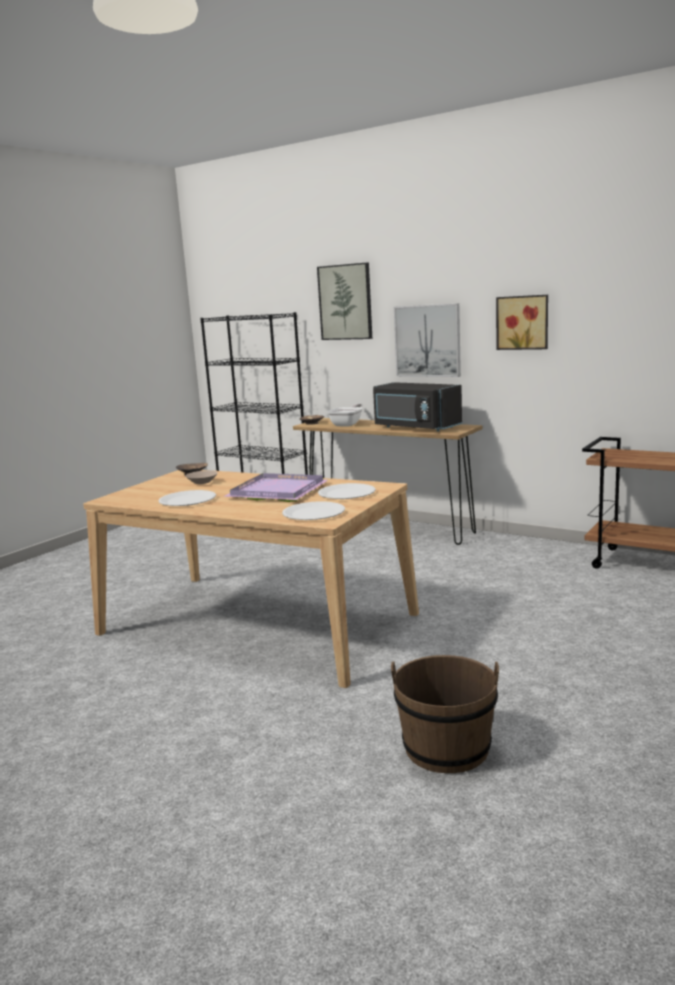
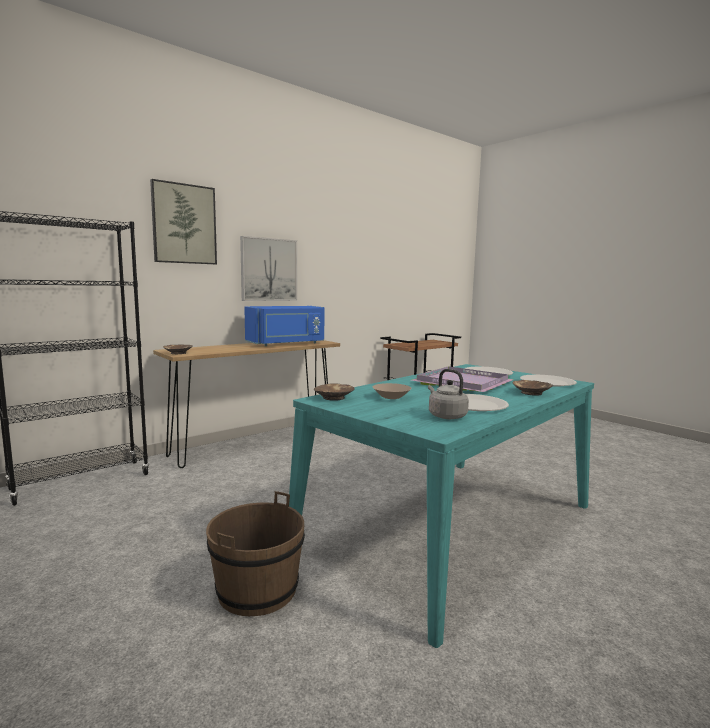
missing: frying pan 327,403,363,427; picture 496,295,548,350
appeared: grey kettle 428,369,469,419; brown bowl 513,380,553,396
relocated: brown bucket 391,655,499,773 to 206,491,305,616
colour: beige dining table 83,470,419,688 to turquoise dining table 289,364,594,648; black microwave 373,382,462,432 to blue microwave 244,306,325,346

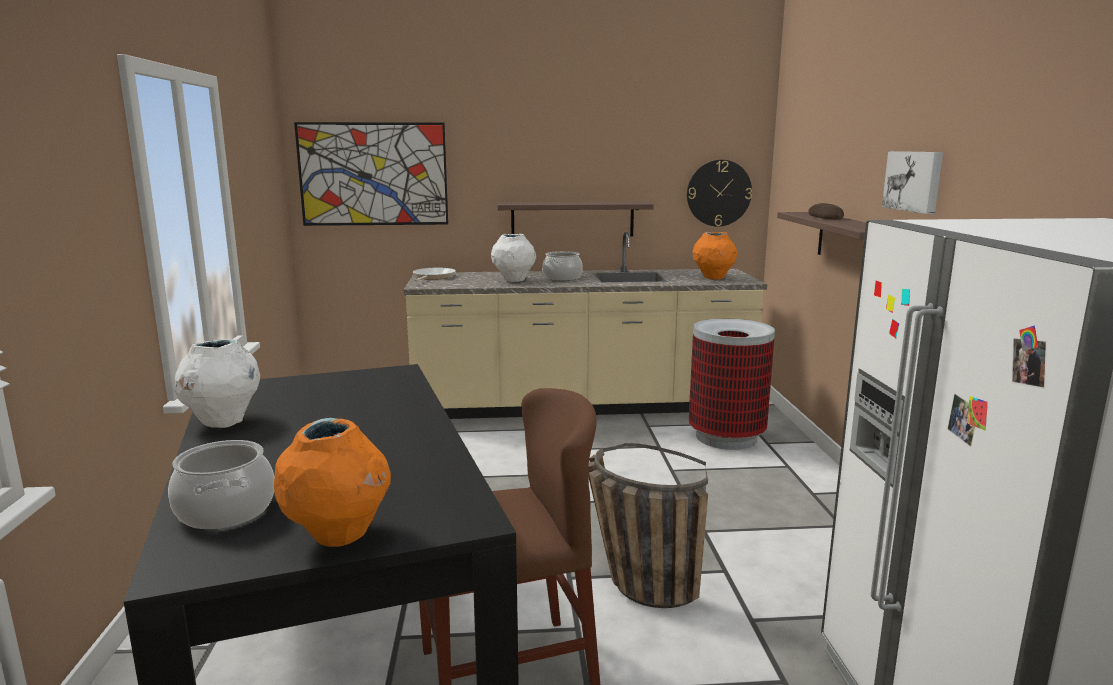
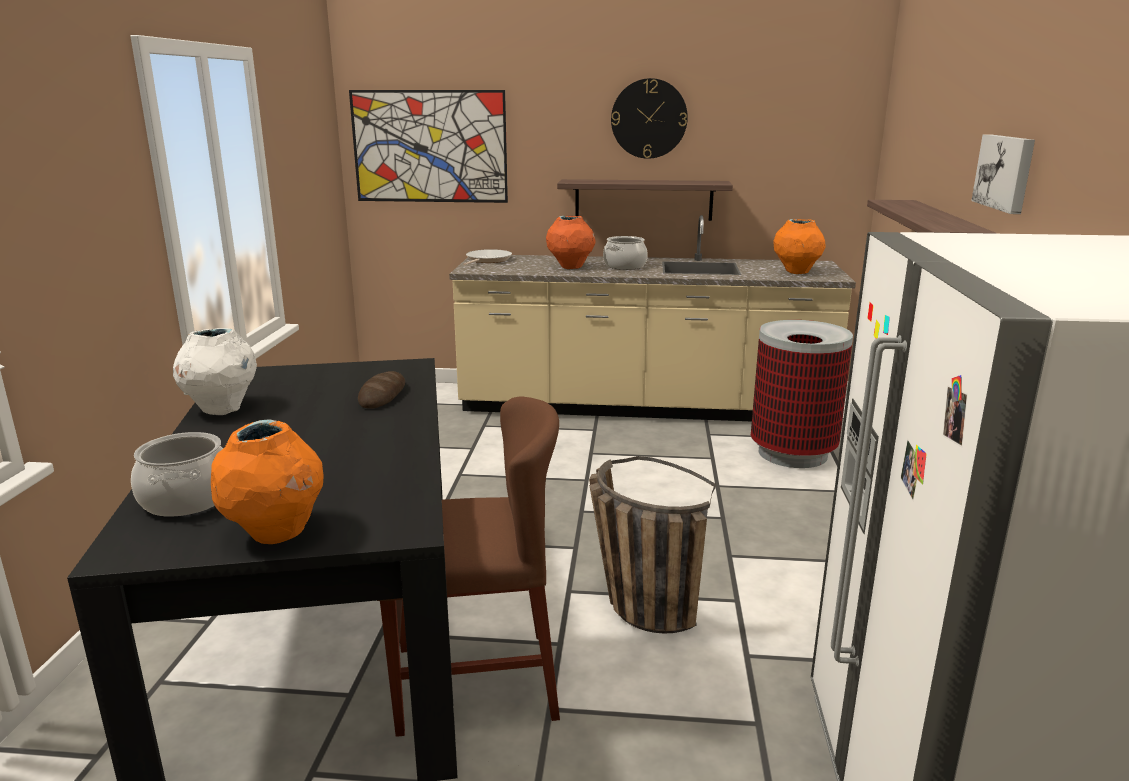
relocated: wall clock 687,160,752,227 to 611,78,688,159; bread 808,203,844,219 to 358,371,405,409
colour: white vase 491,234,536,282 to orange vase 546,216,595,269

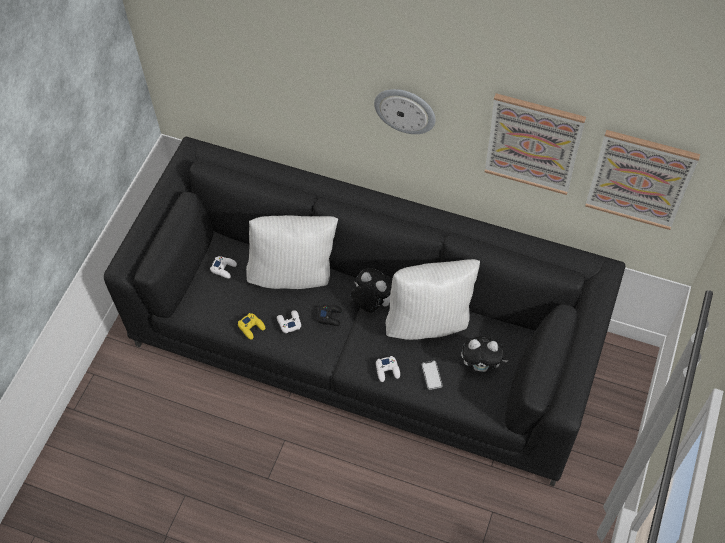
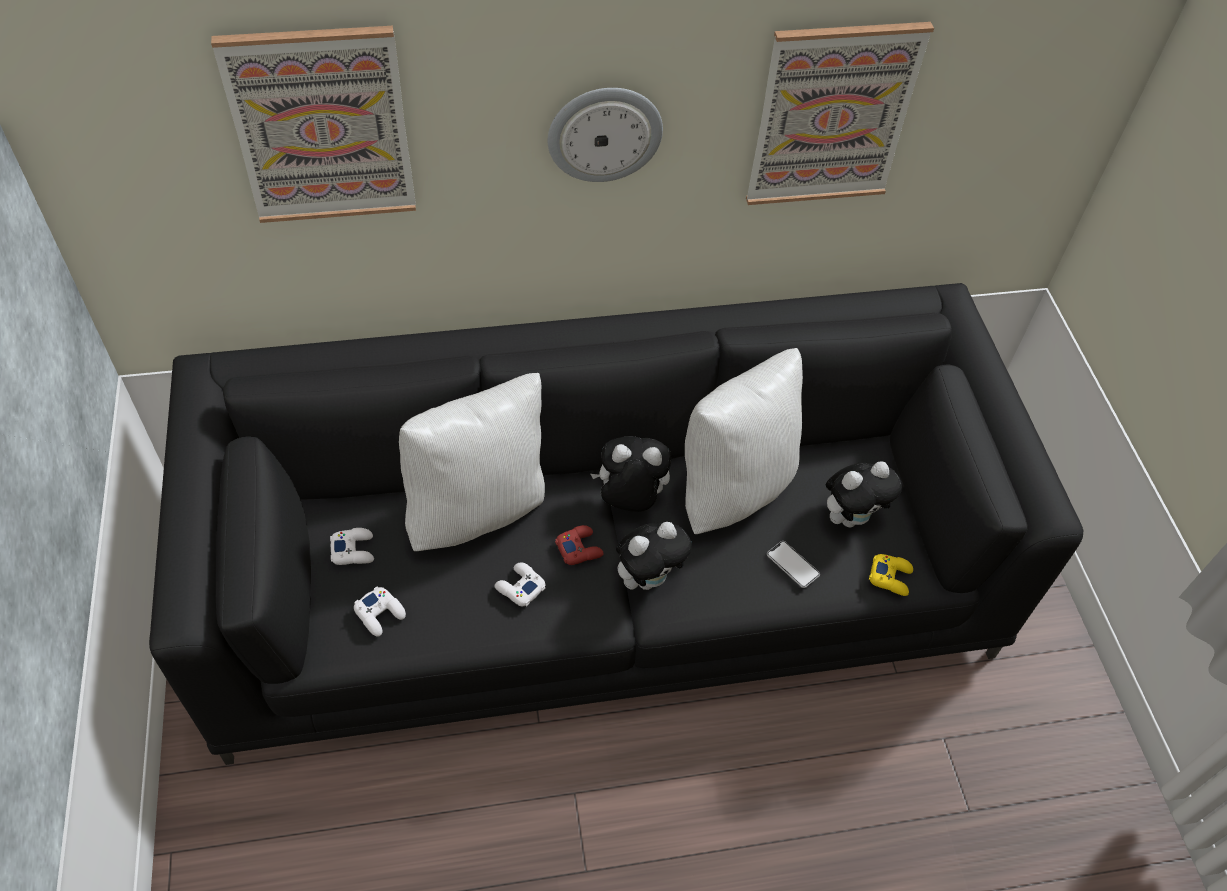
appeared: plush toy 616,522,692,590
relocated: yellow game controller 238,313,265,339 to 869,554,913,596; white game controller 376,356,400,382 to 354,586,406,637; picture 585,130,700,230 to 211,26,416,223
colour: black game controller 317,305,342,326 to red game controller 555,525,604,565

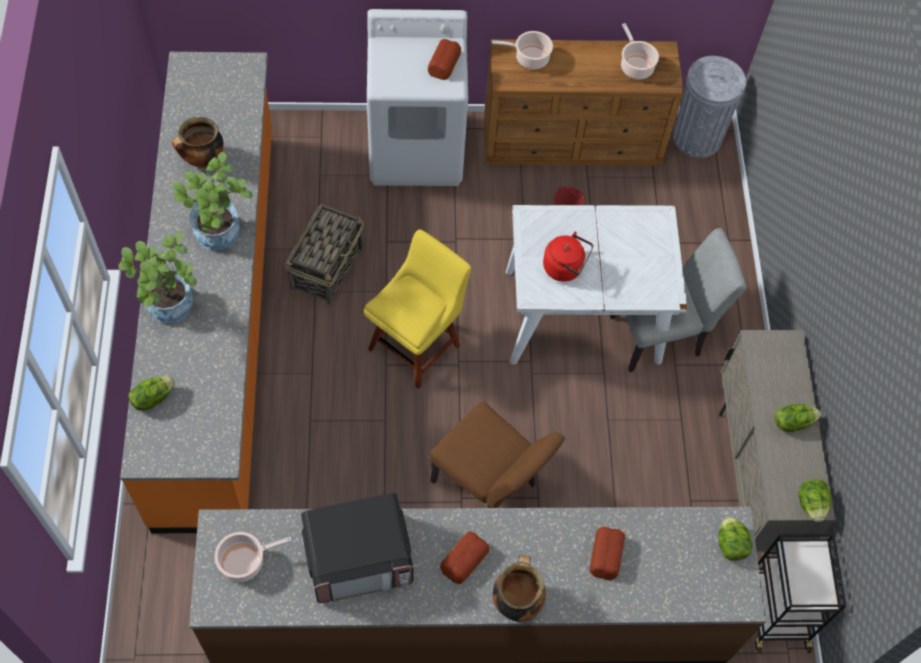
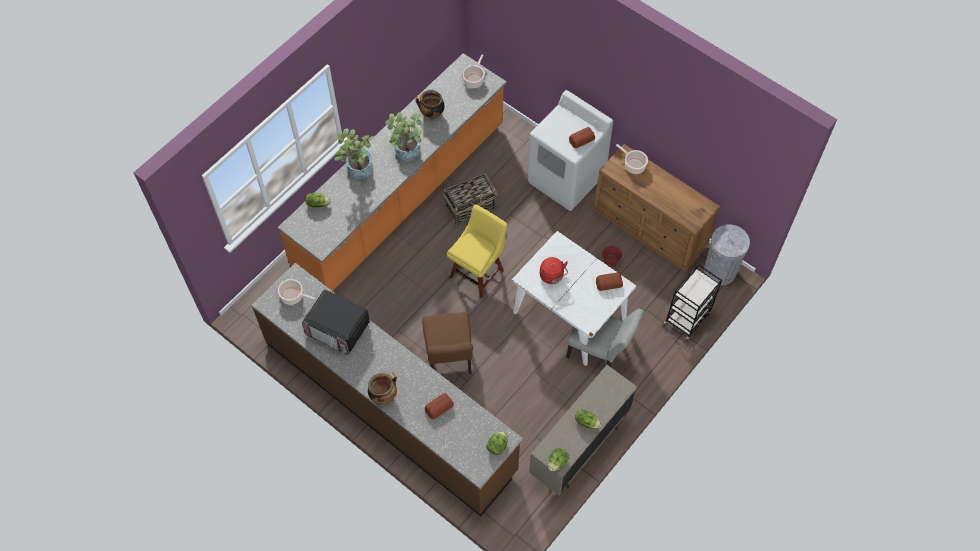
relocated: bread 440,531,489,584 to 596,273,623,291; cooking pot 621,23,659,80 to 462,54,485,88; black cart 755,534,846,654 to 662,264,722,343
spun: yellow chair 364,229,471,389 = 447,205,507,298 45 degrees counterclockwise

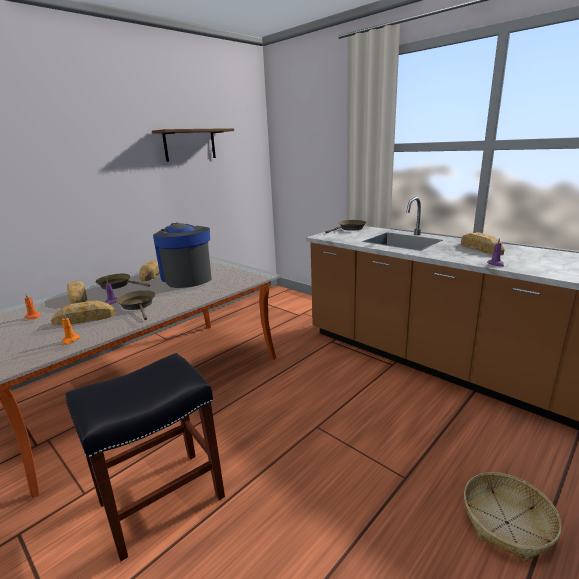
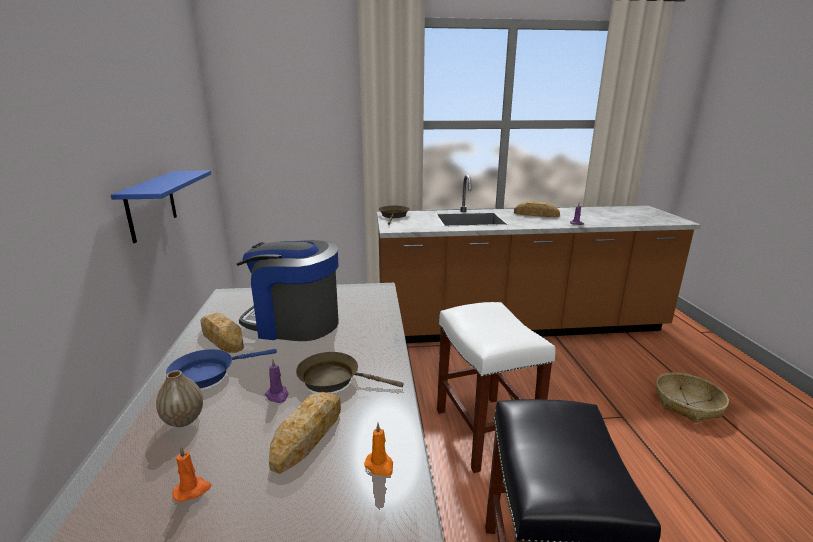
missing: brown shelf 152,128,234,162
appeared: blue shelf 111,170,211,243; white stool 437,302,556,473
exchanged: bread 67,281,87,304 to vase 156,370,203,427
colour: brown frying pan 96,274,150,289 to blue frying pan 166,349,277,389

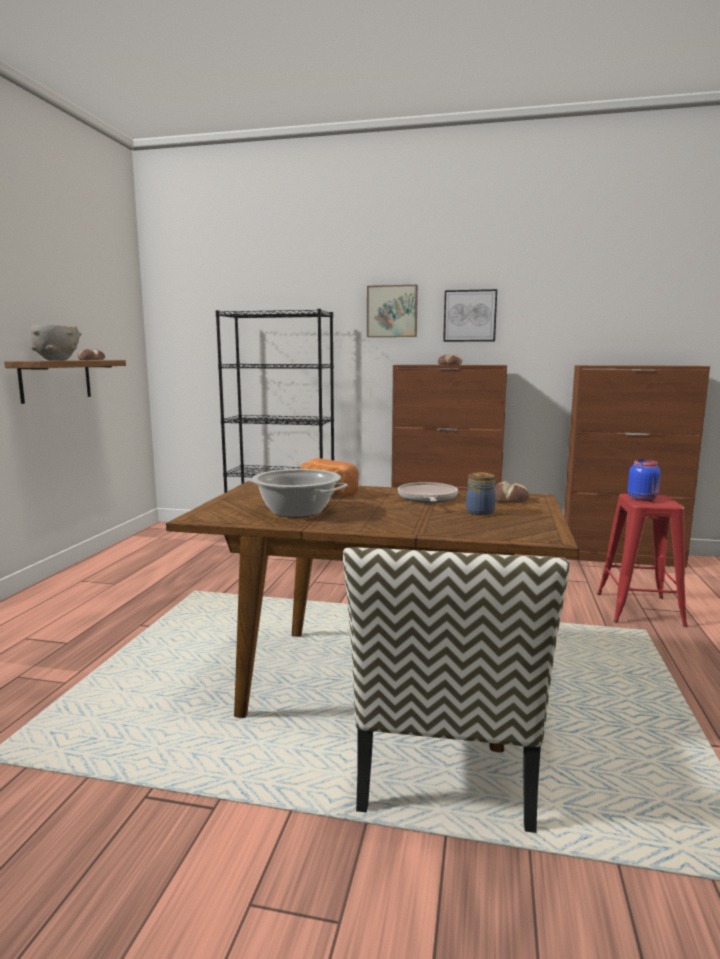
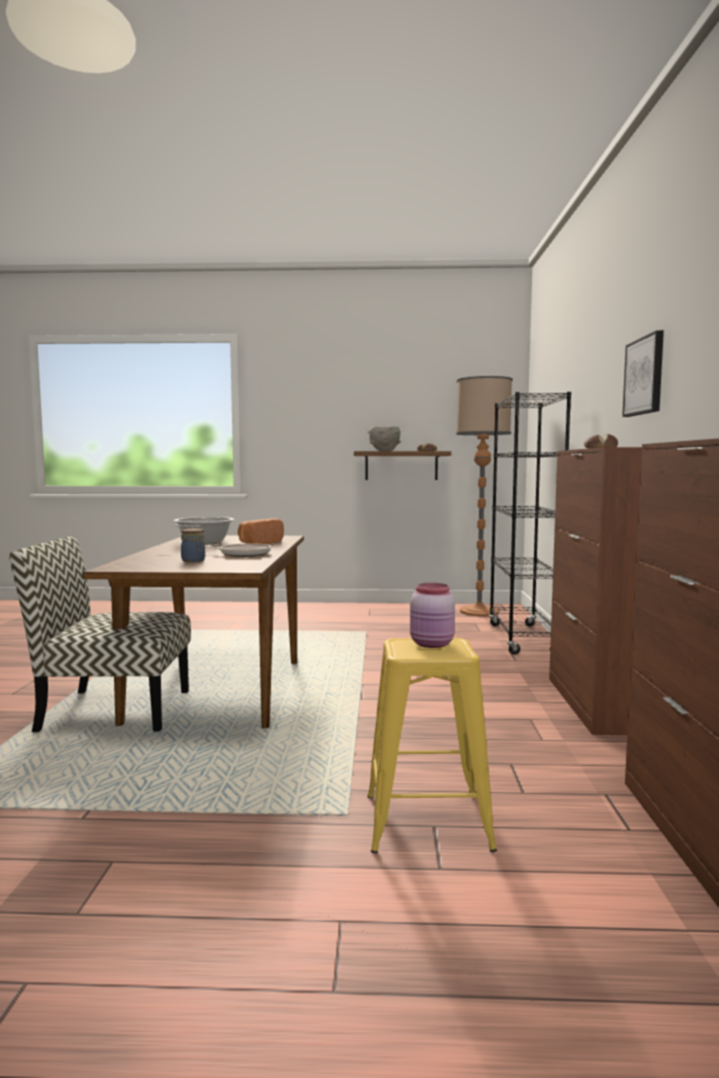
missing: picture 367,285,418,337; bread 494,481,529,503
appeared: floor lamp 456,376,513,616
colour: red stool 597,494,688,627 to yellow stool 367,638,497,854; blue jar 627,460,661,501 to pink jar 410,583,455,648

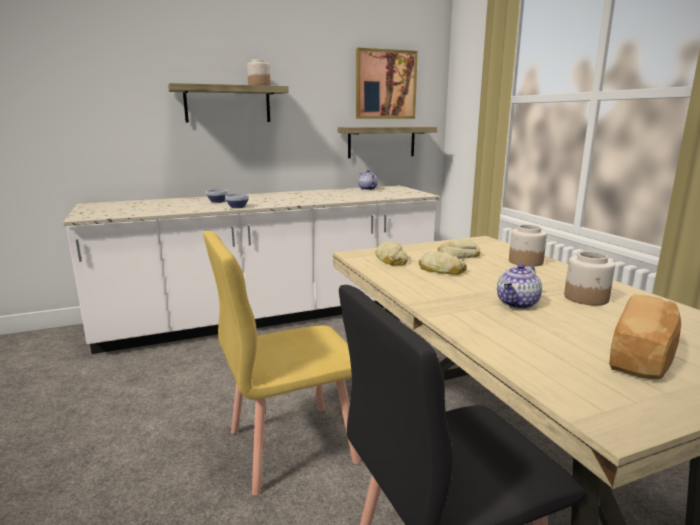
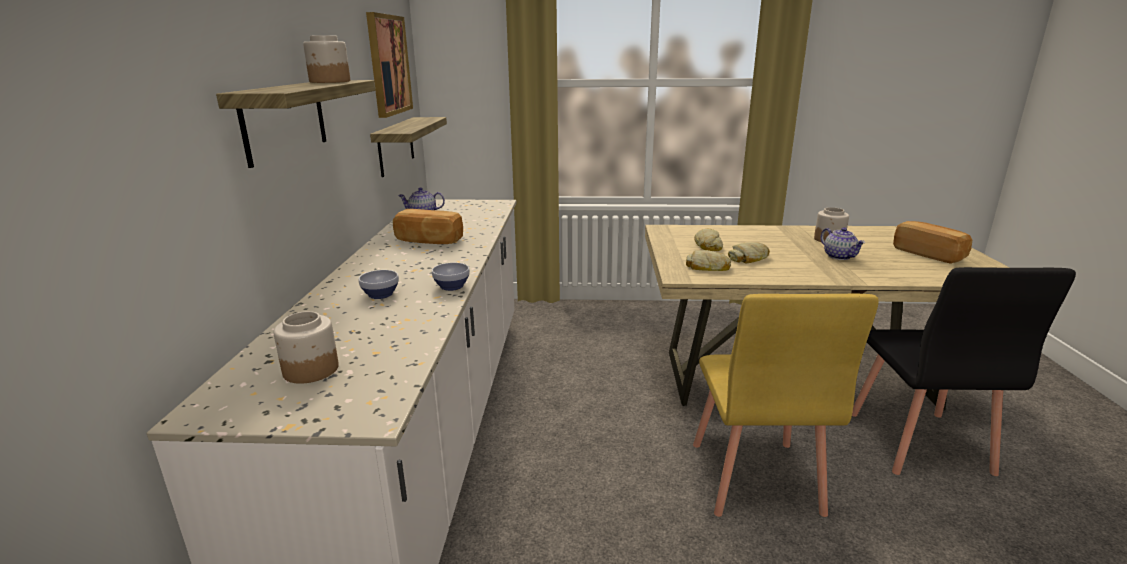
appeared: bread 393,209,463,244
relocated: jar 509,225,547,267 to 273,311,339,384

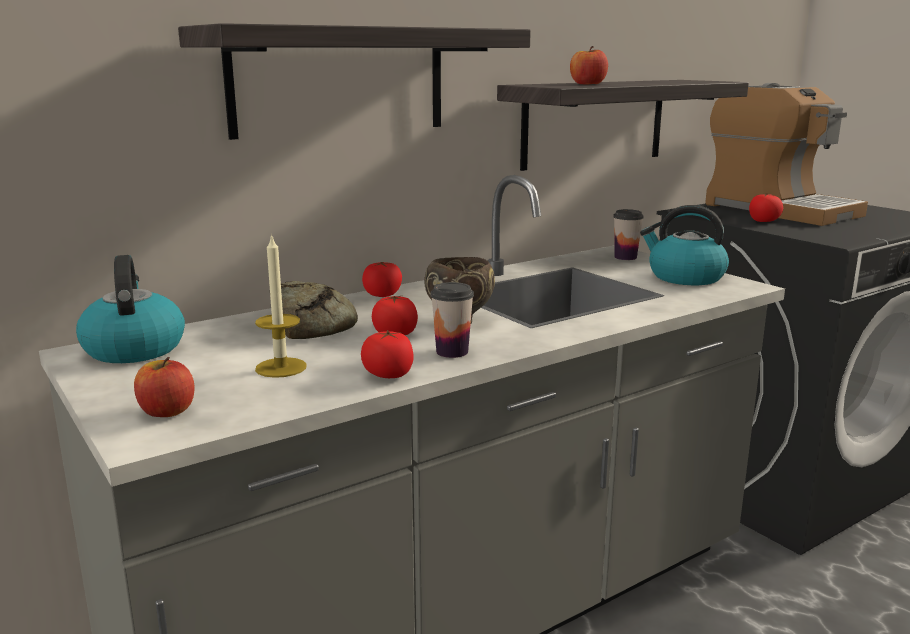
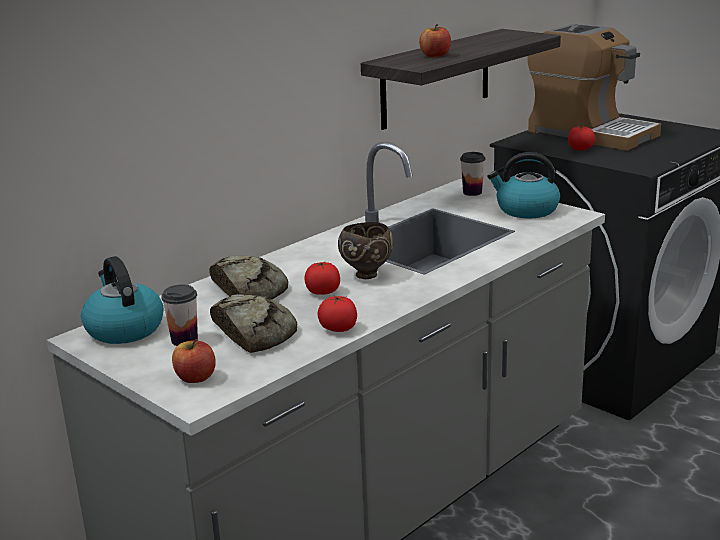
missing: shelf 178,23,531,140; tomato 362,262,402,297
relocated: cup 431,282,474,358 to 161,284,198,346
exchanged: candle 255,234,307,378 to bread 210,294,297,353

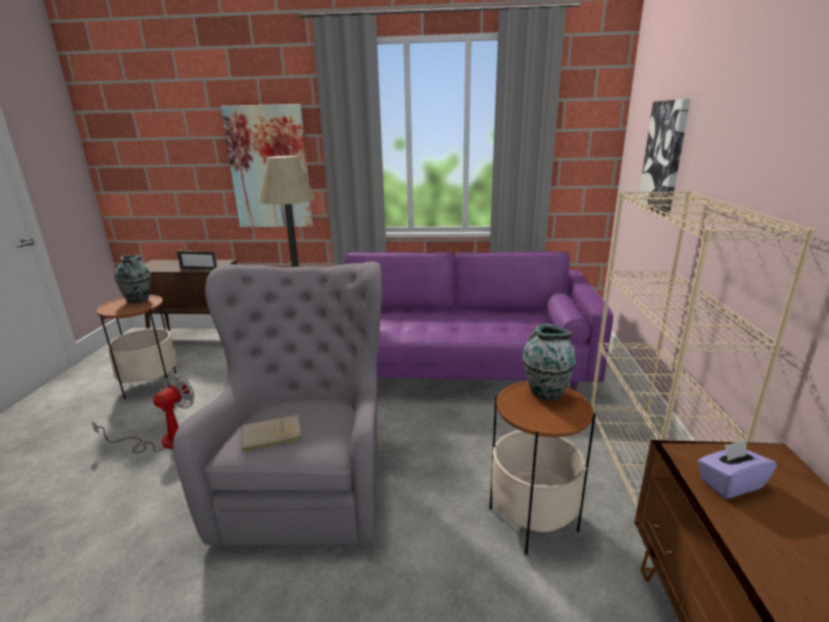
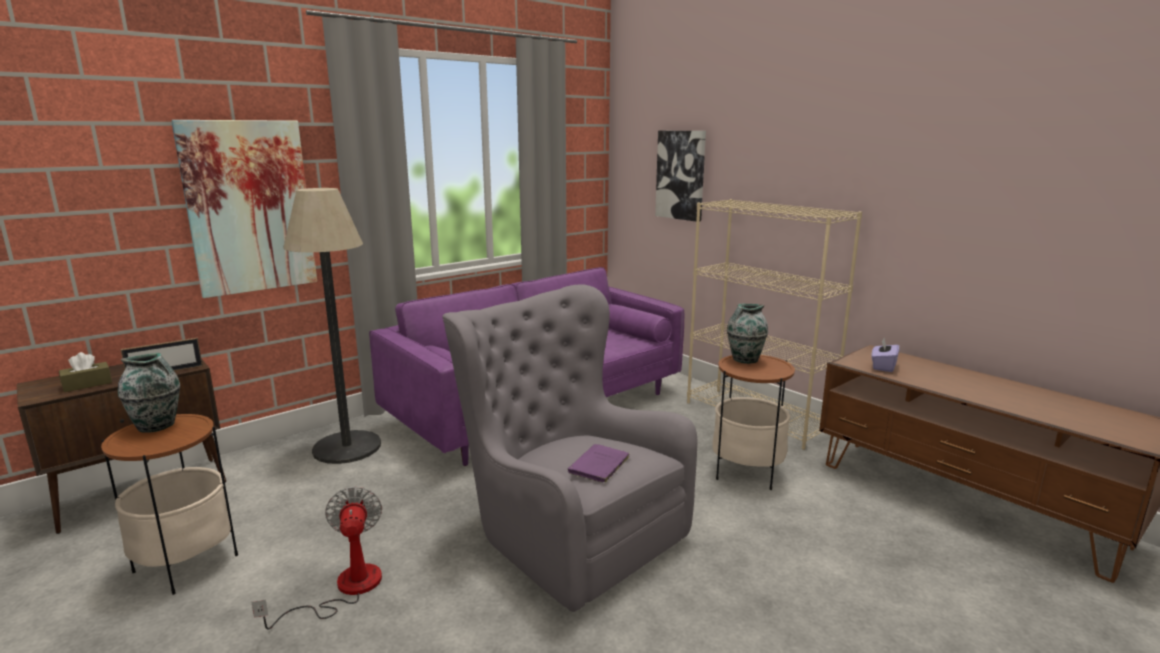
appeared: brown tissue box 59,352,112,392
colour: beige book 242,415,302,453 to purple book 568,444,630,484

